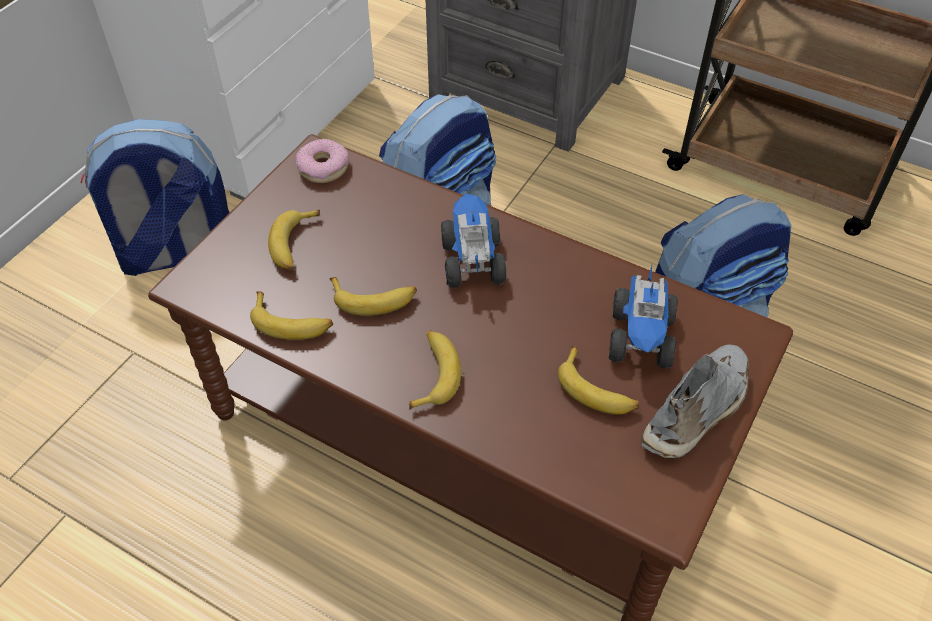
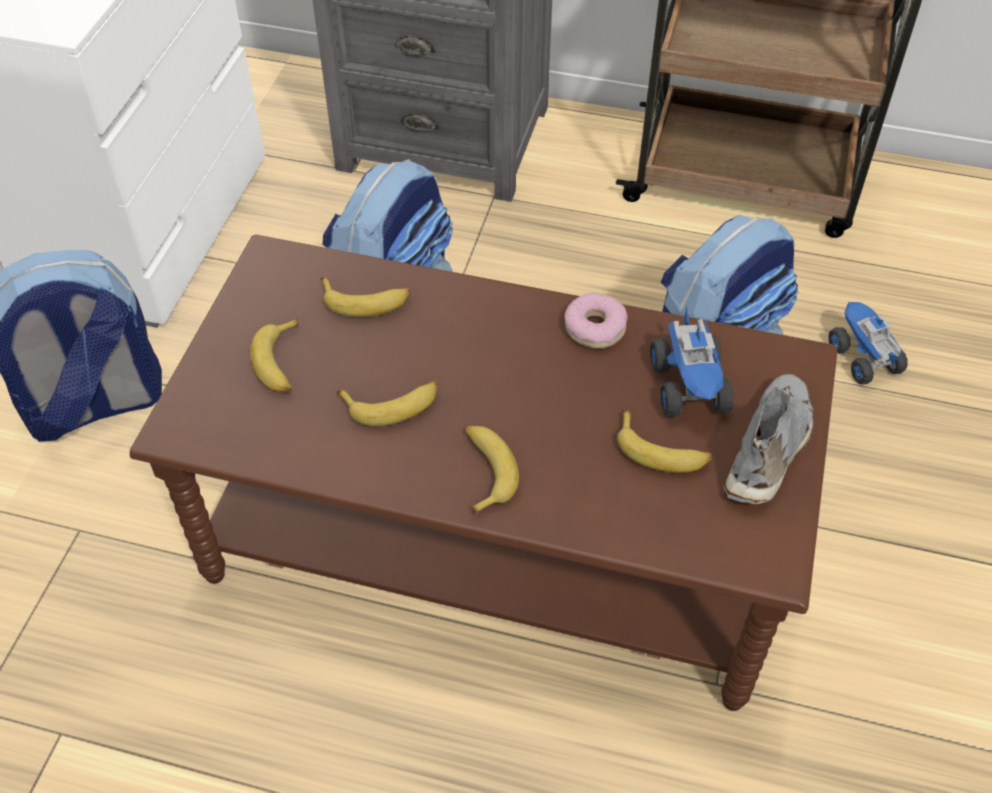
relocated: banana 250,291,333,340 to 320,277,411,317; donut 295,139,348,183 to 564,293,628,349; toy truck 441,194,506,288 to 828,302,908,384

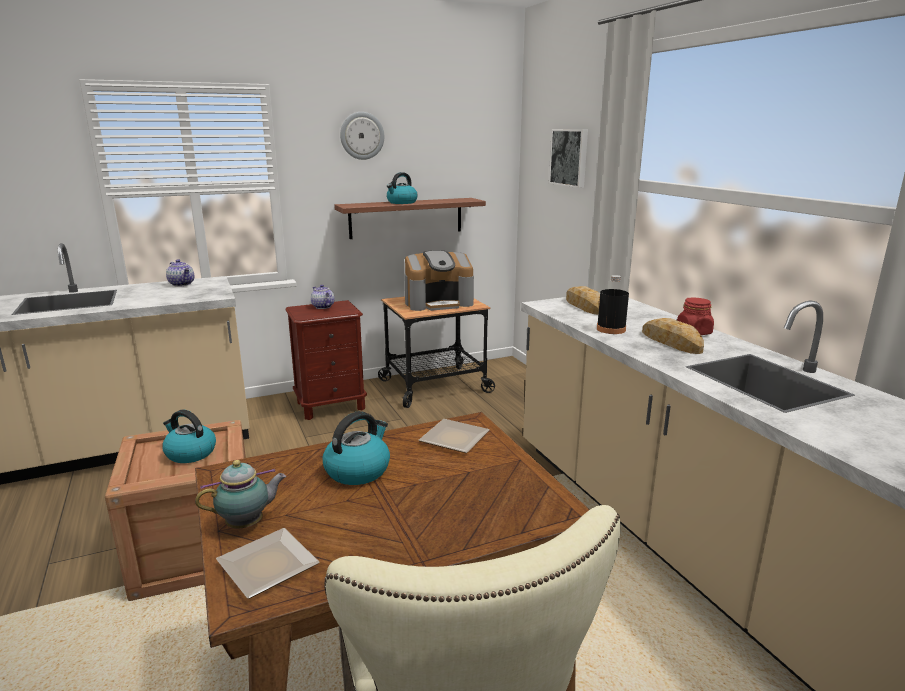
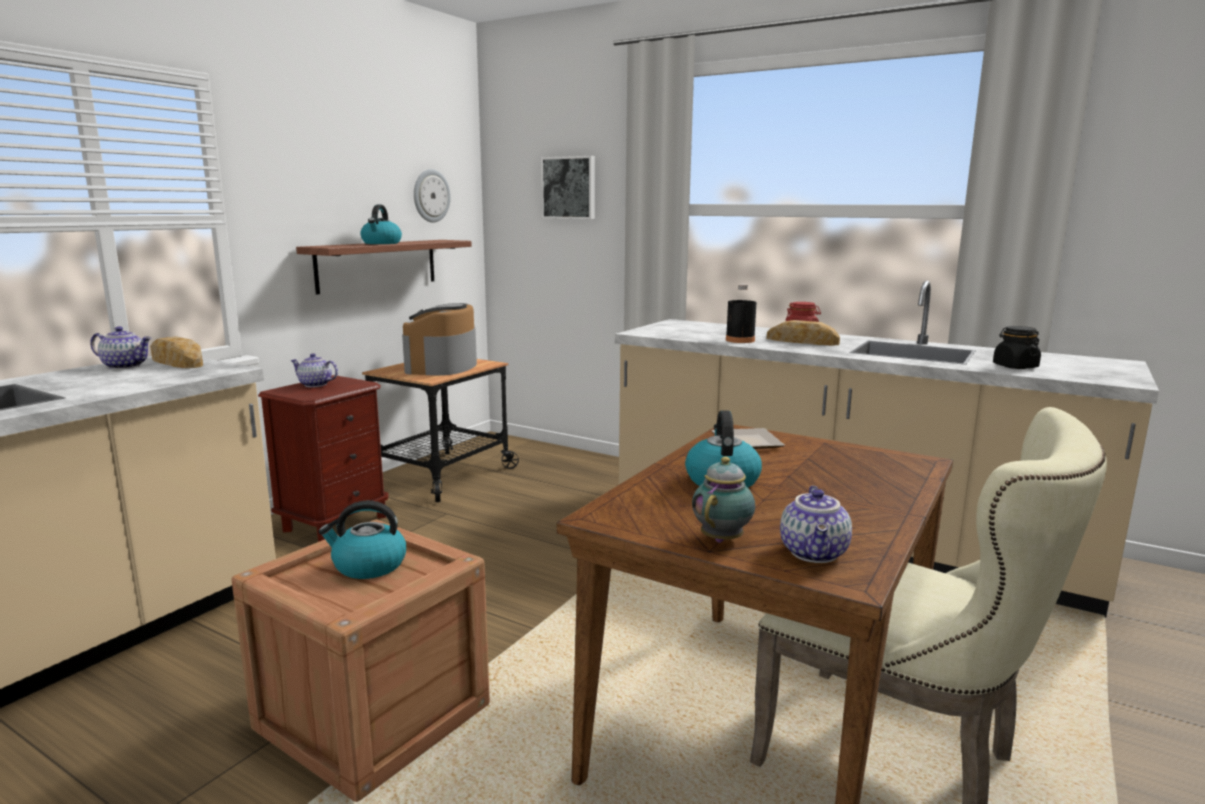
appeared: black jar 993,326,1041,369
relocated: wall clock 340,112,384,160 to 414,169,451,223; bread 566,286,600,315 to 150,336,203,368
exchanged: plate 216,528,319,599 to teapot 780,486,852,563
spun: coffee machine 404,250,474,311 = 402,303,477,376 150 degrees clockwise

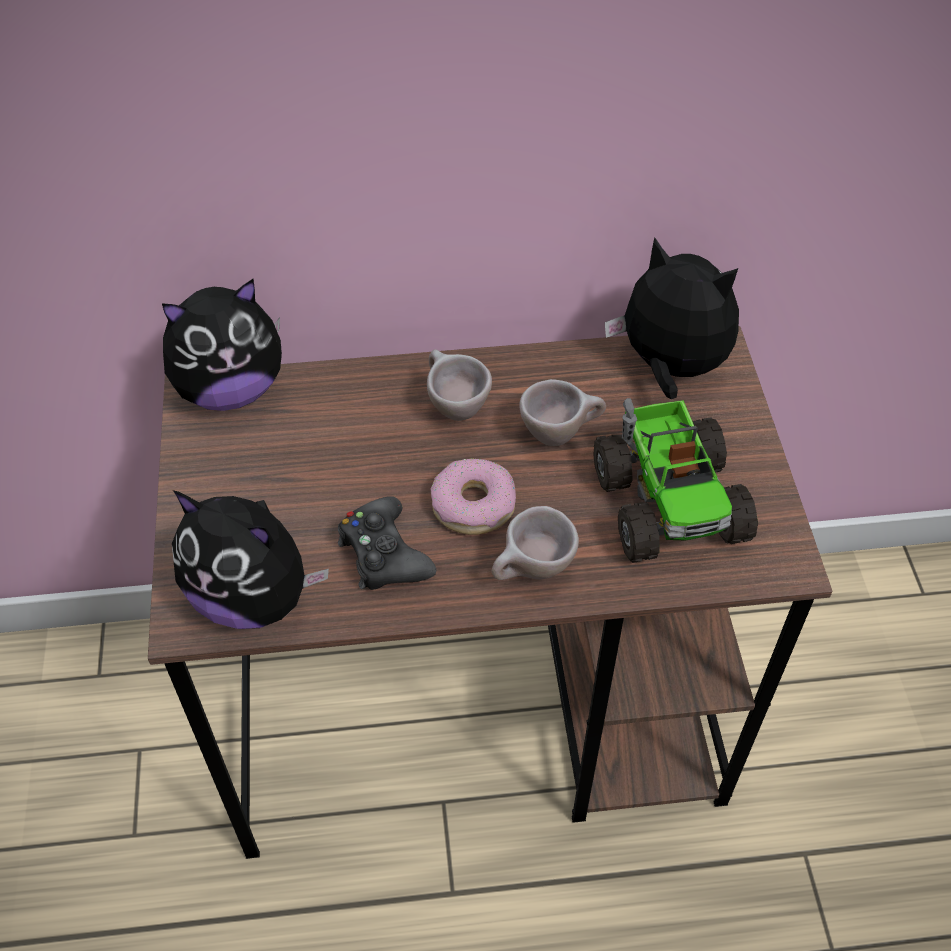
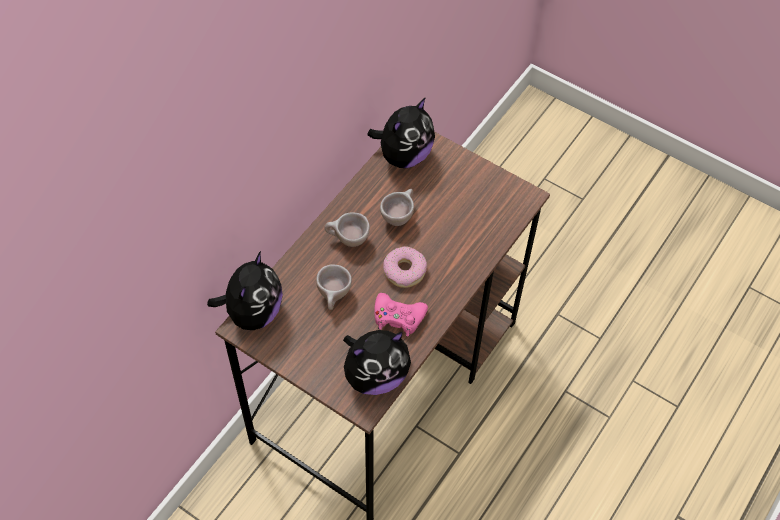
missing: toy truck 593,398,758,563
relocated: beige cup 492,506,579,580 to 316,264,352,310
colour: black game controller 338,496,436,590 to pink game controller 374,293,428,337
spun: plush toy 605,237,739,399 = 368,97,435,168 150 degrees clockwise

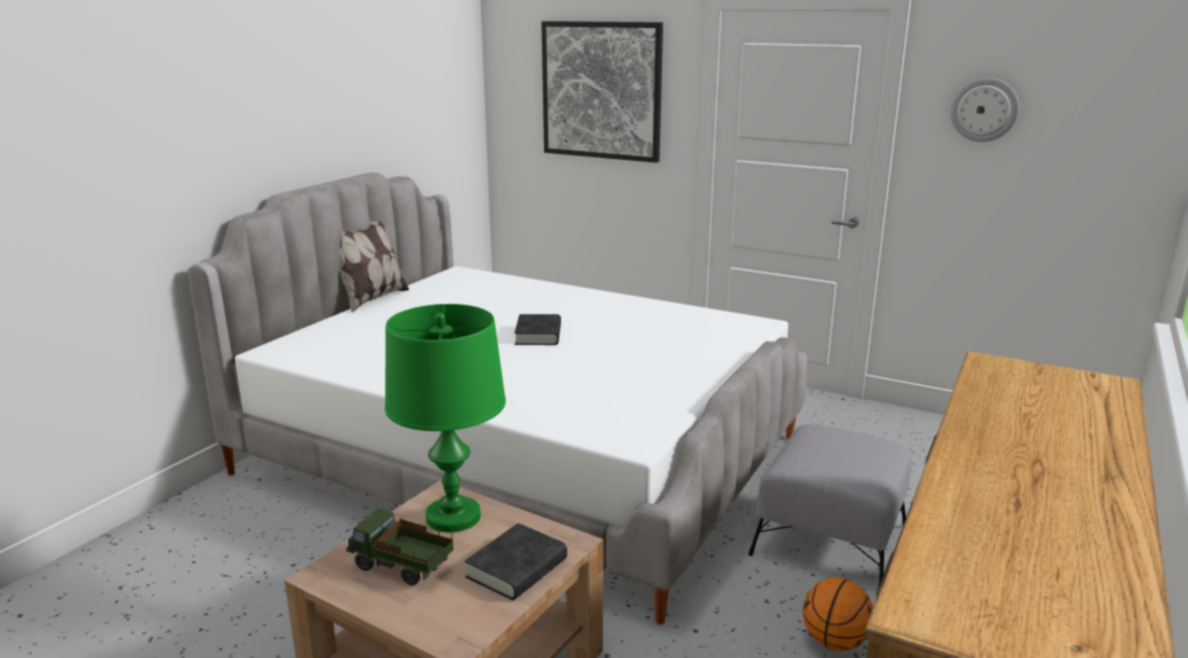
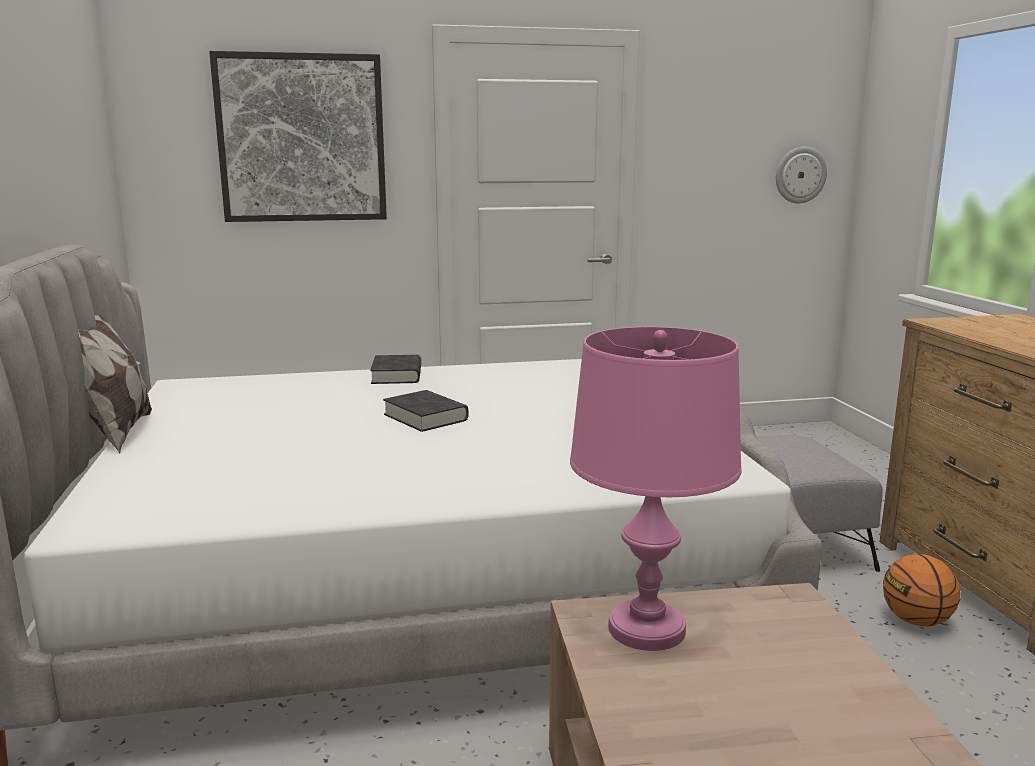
missing: toy truck 346,508,454,586
relocated: black book 465,523,567,600 to 370,355,421,384; wall clock 950,78,1019,142 to 776,147,827,204
colour: green table lamp 385,304,506,532 to pink table lamp 570,327,742,651

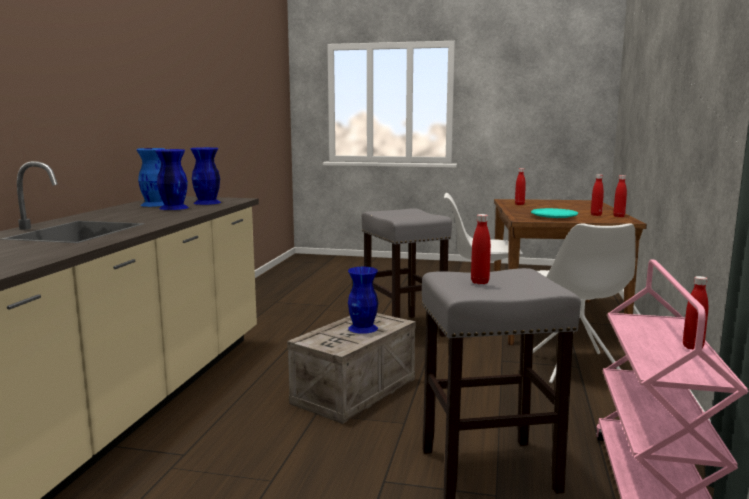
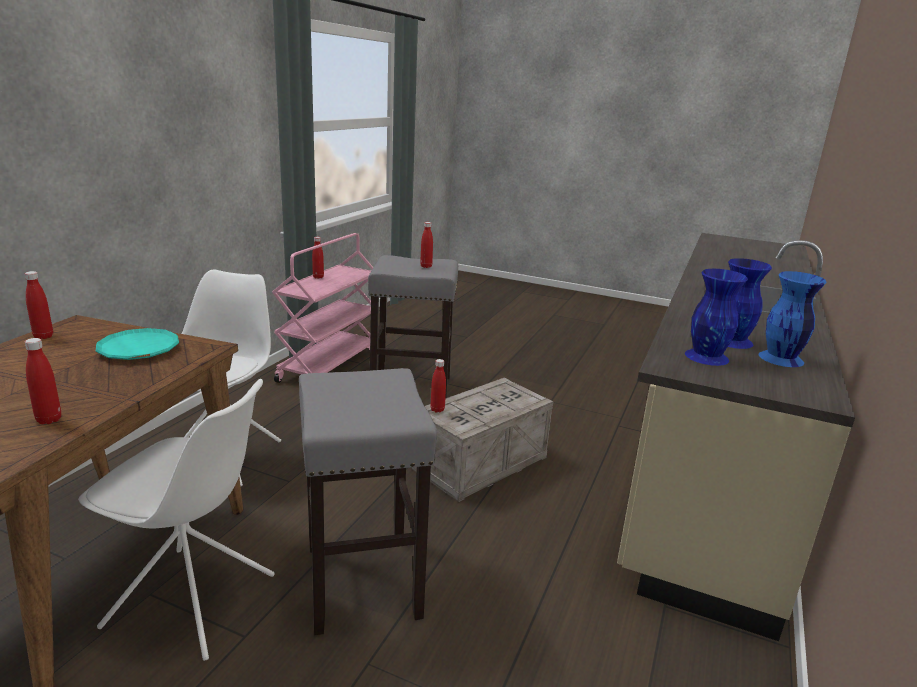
missing: blue vase 348,267,378,334
relocated: red bottle 591,174,604,216 to 431,359,446,413

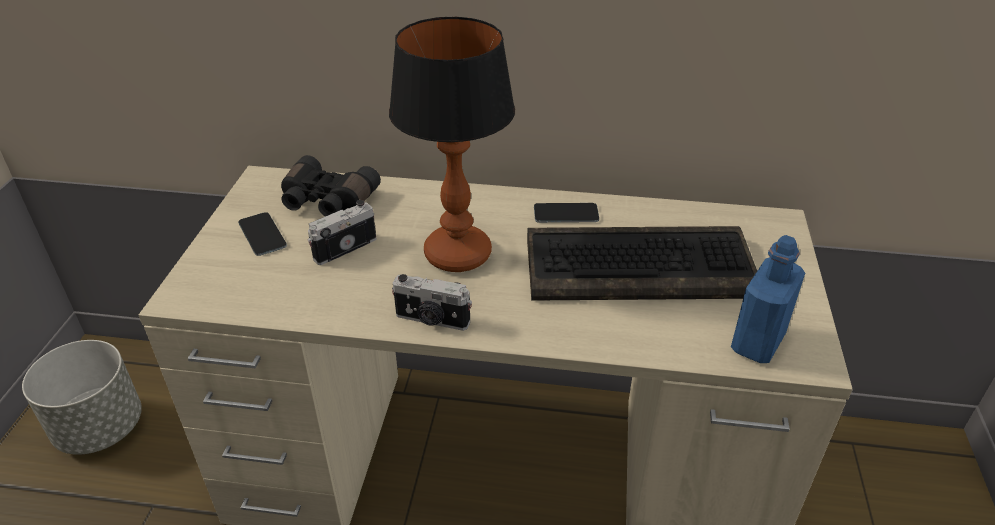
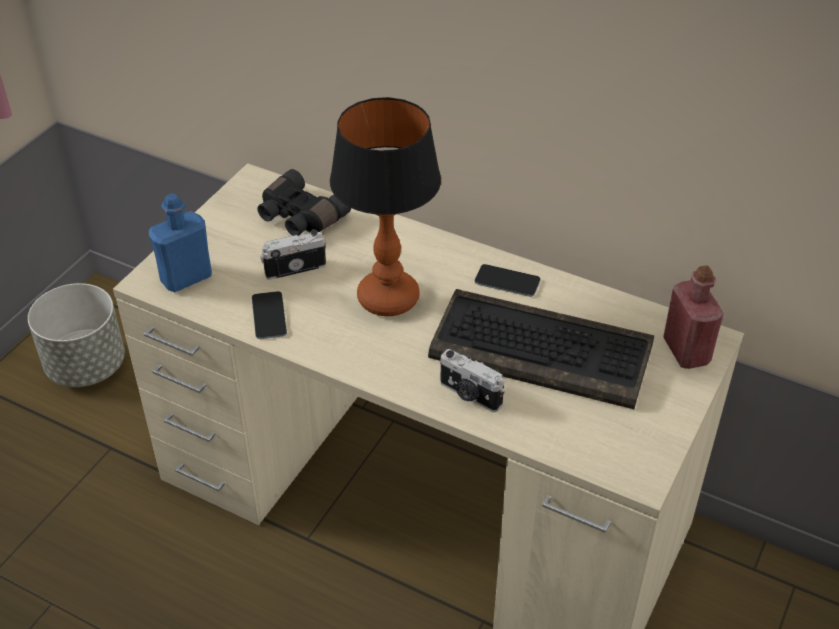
appeared: red bottle 663,265,724,369
relocated: phone 238,212,287,256 to 252,291,287,339; photo camera 392,274,472,331 to 440,349,505,412; blue bottle 731,235,805,363 to 149,193,212,292

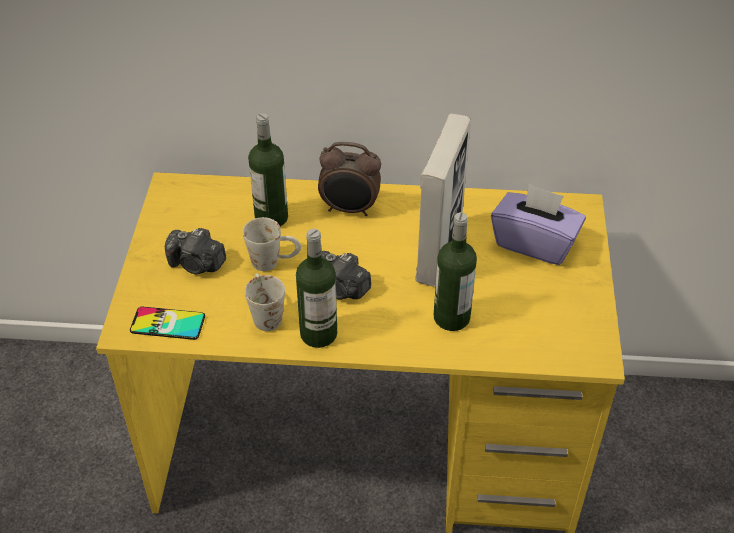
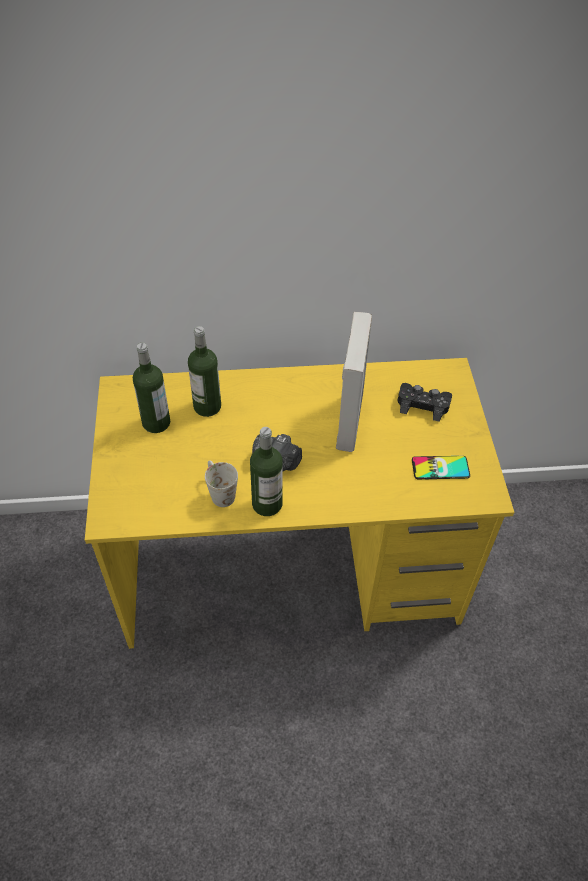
missing: photo camera 165,228,226,274; white mug 243,217,301,271; alarm clock 318,142,381,216
relocated: phone 130,306,205,340 to 412,456,470,479; bottle 434,212,477,331 to 133,343,171,433
exchanged: purple tissue box 491,184,586,265 to black game controller 398,383,452,422

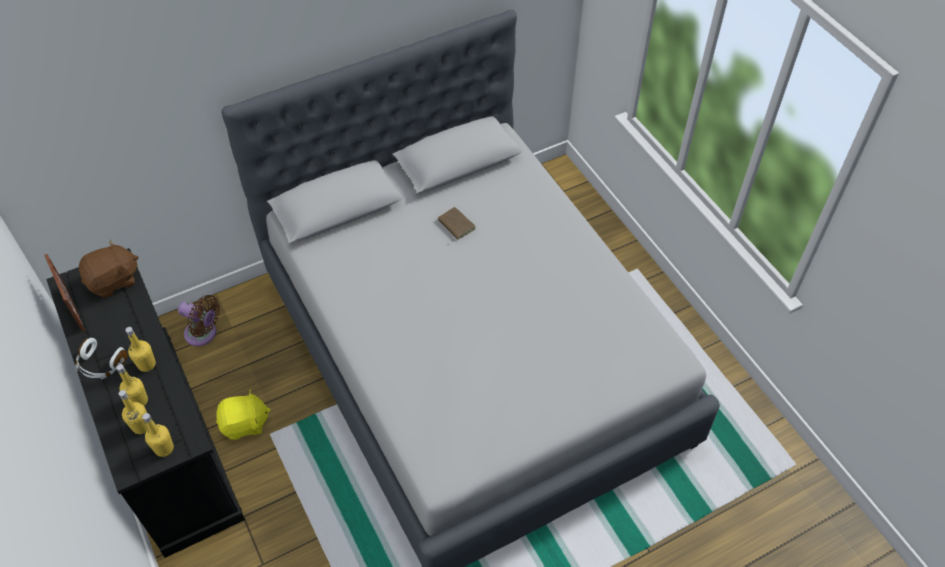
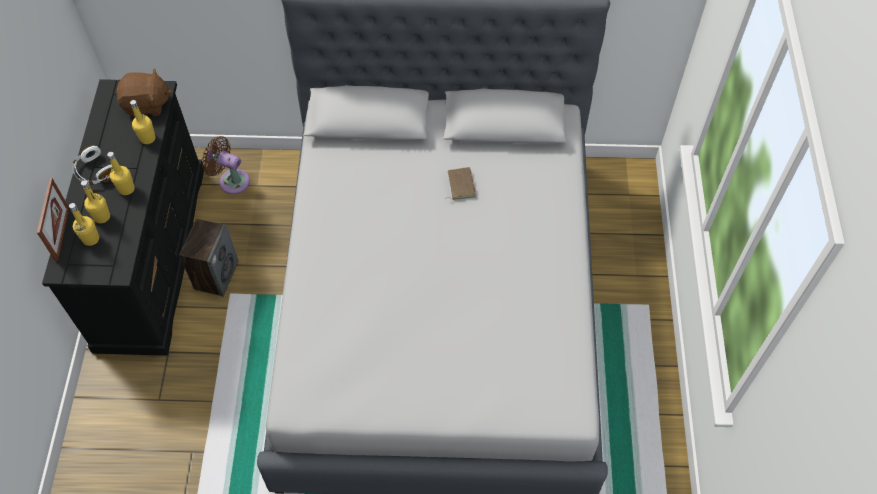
relocated: picture frame 44,254,85,332 to 37,178,69,261; yellow bottle 142,413,174,457 to 130,100,156,144
exchanged: yellow plush toy 216,389,271,440 to speaker 179,219,238,297
spun: brown fan 178,295,220,346 = 202,136,250,194 150 degrees clockwise

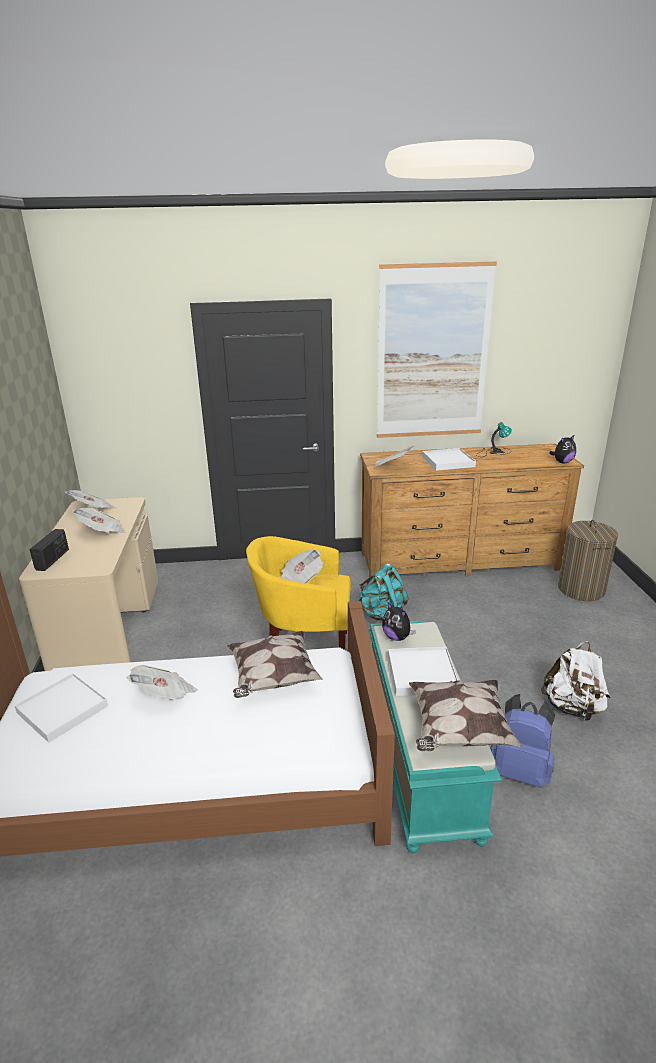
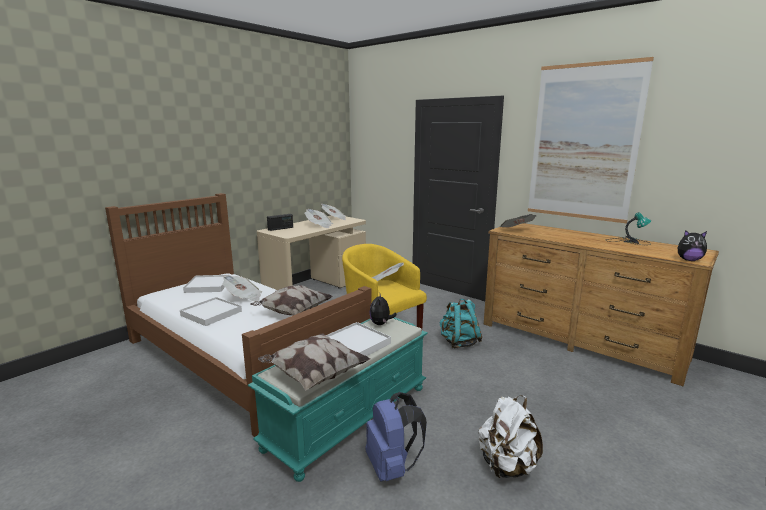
missing: laundry basket 558,520,618,601
relocated: white tray 422,448,476,471 to 180,297,242,326

